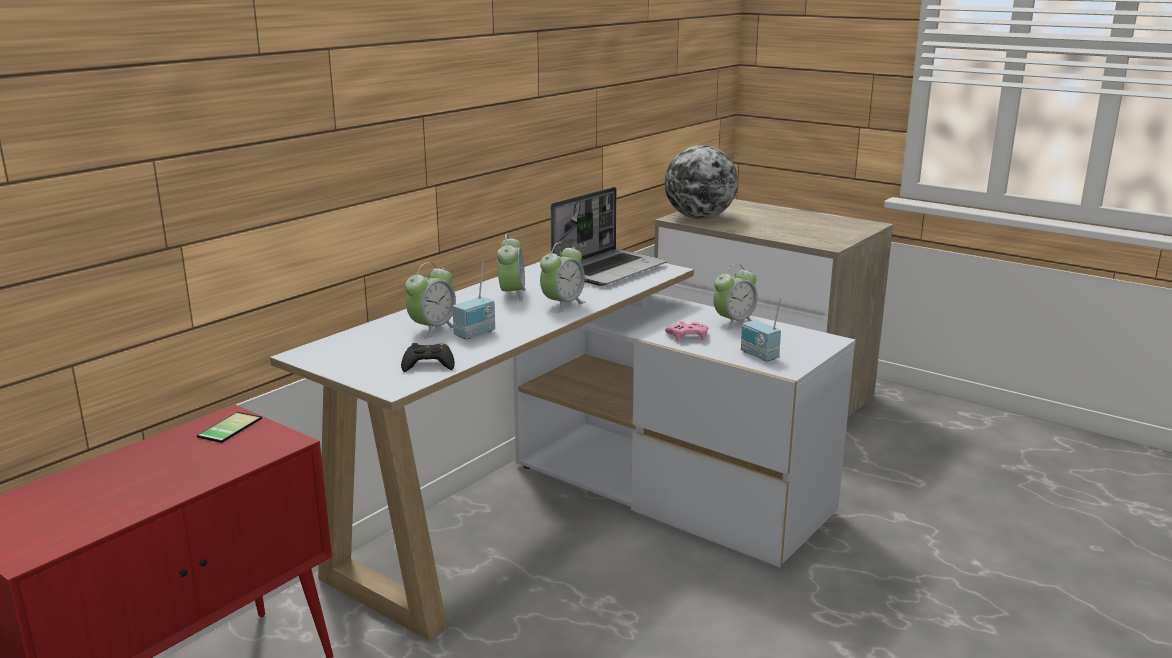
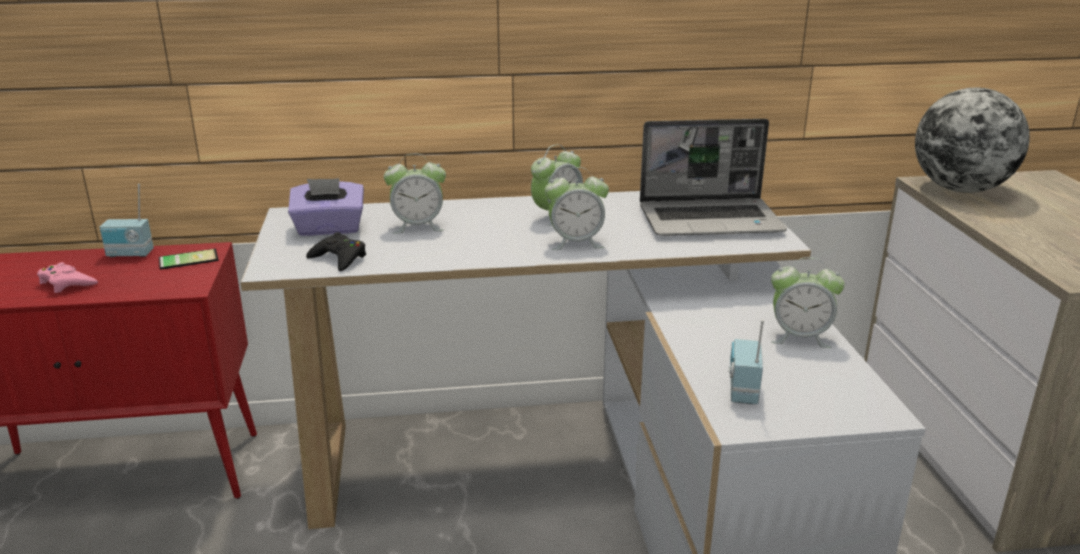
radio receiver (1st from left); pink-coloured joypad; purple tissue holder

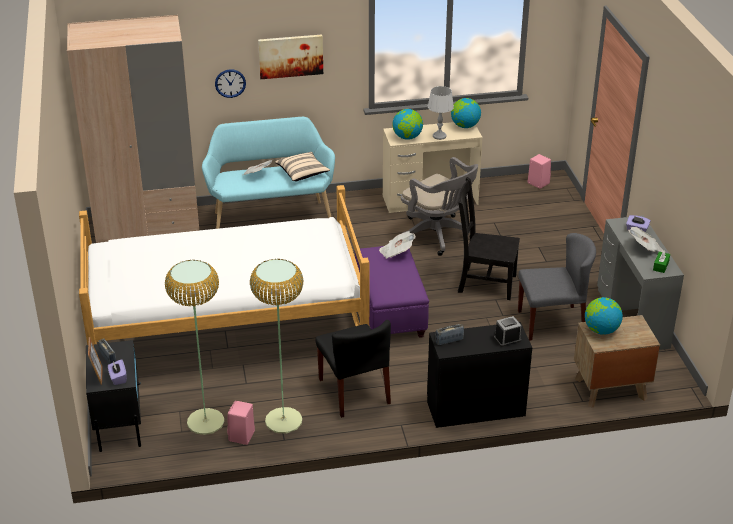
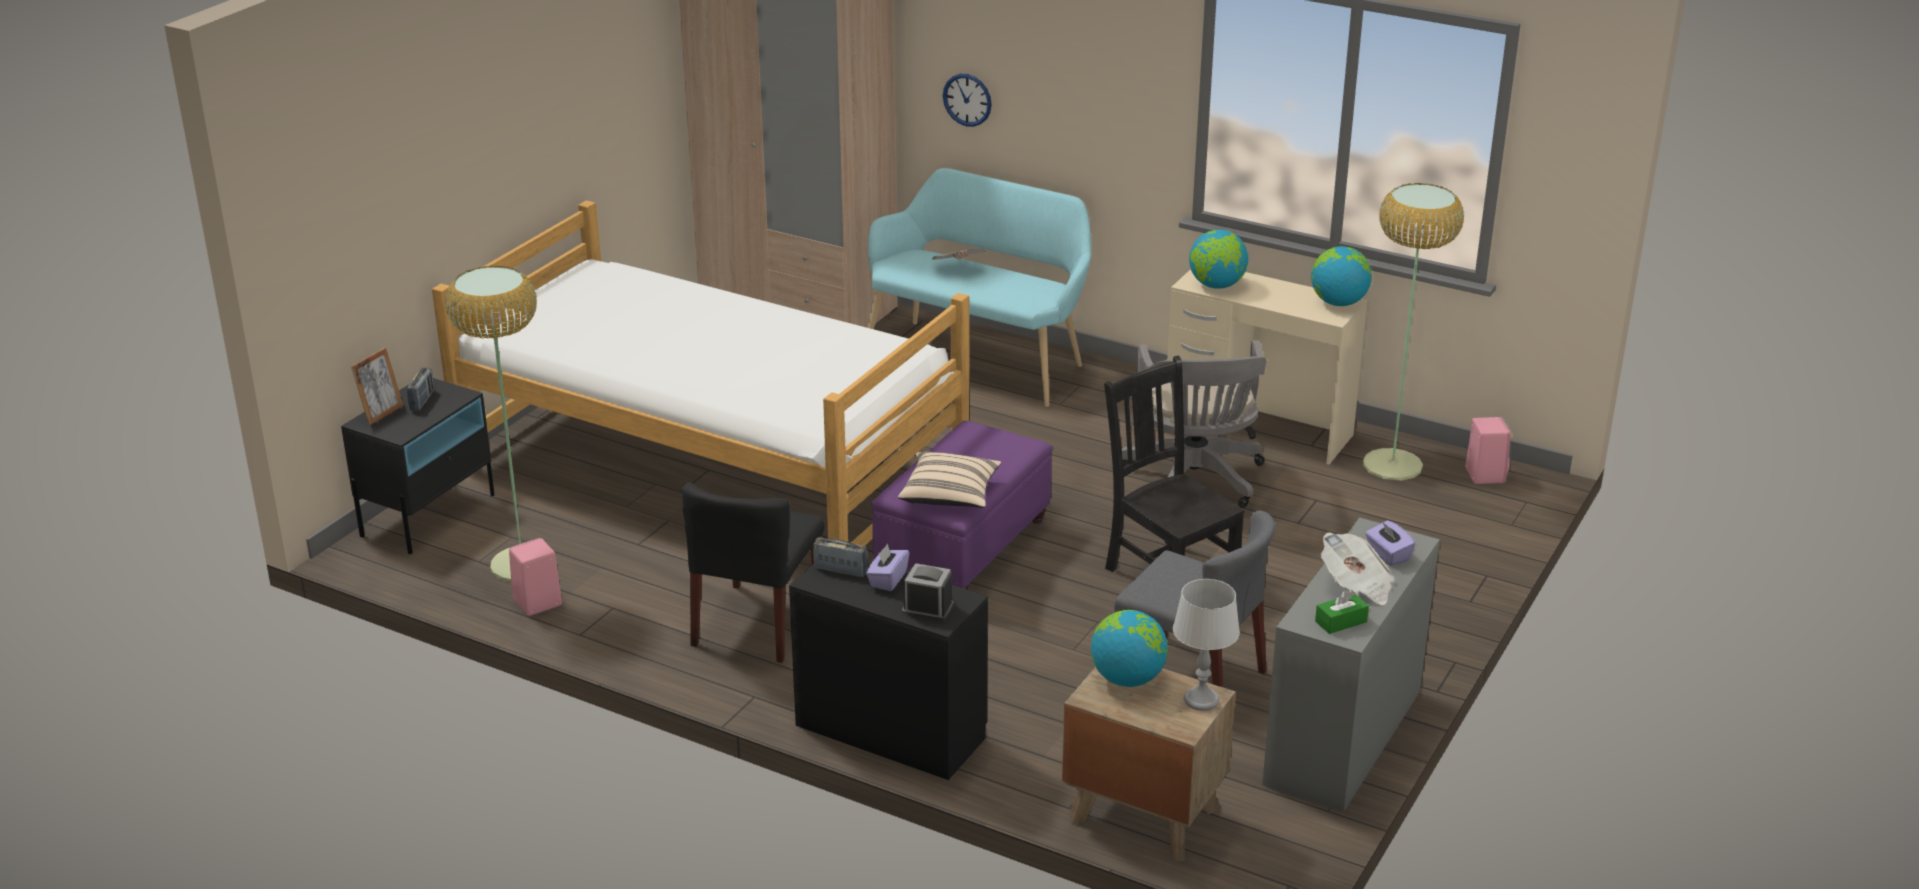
purple tissue holder (1st from left); standard lamp (2nd from left); picture; beige-coloured pillow; newspaper (2nd from left in the first image); gray lamp for a table

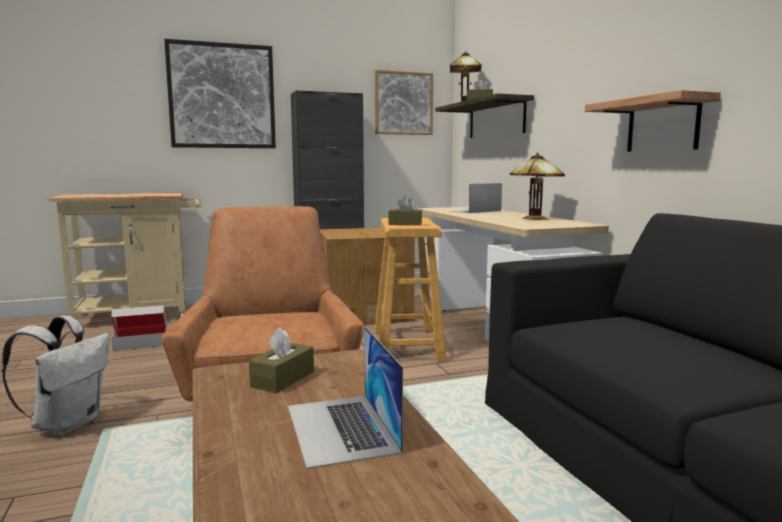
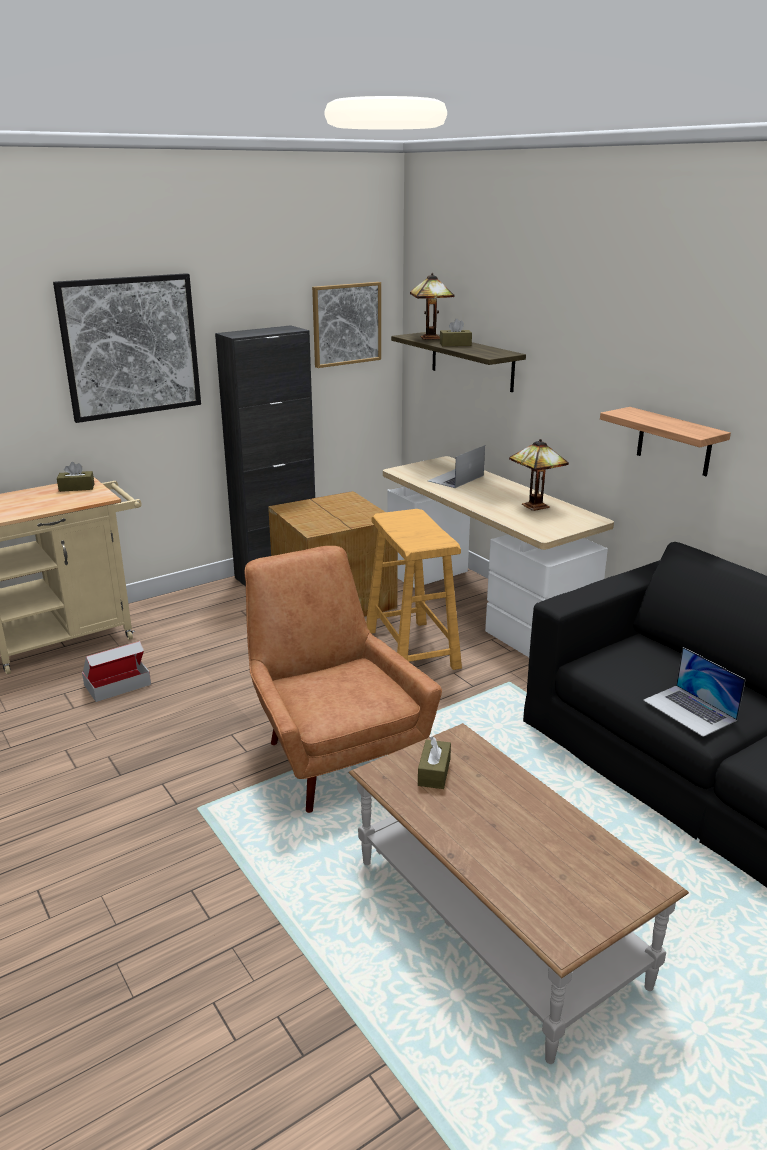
white-coloured backpack; portable computer (2nd from left); brownish tissue holder (1st from left)

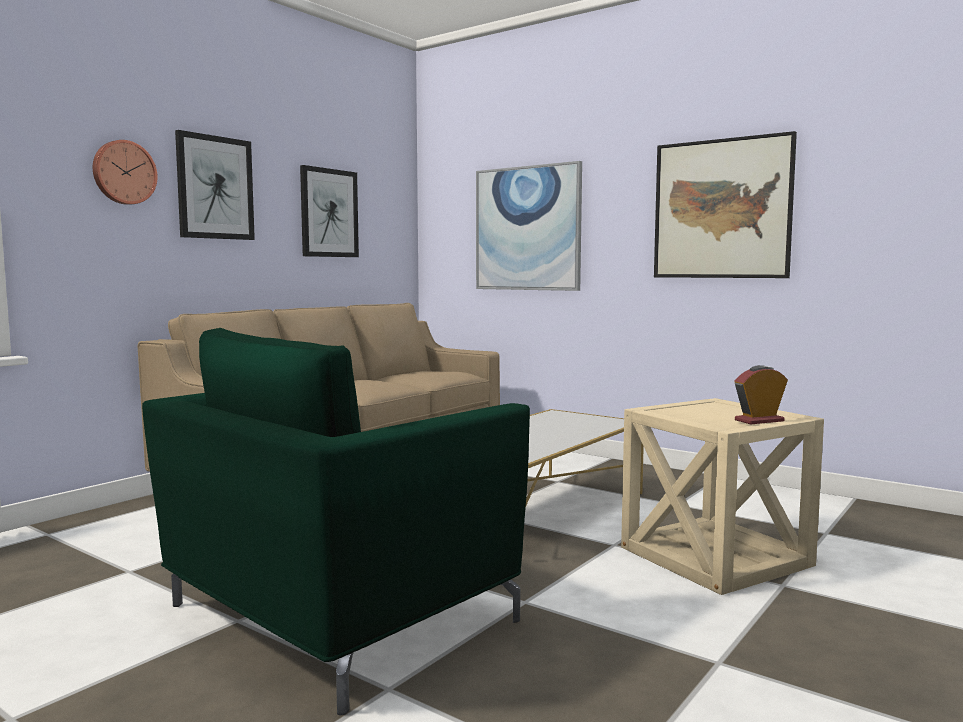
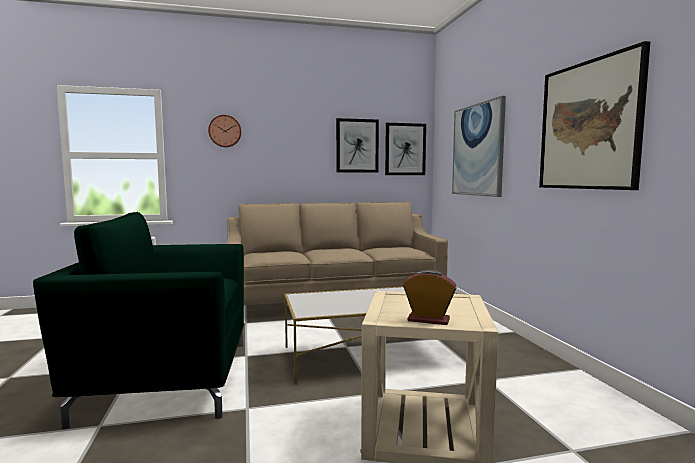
picture (2nd from left)

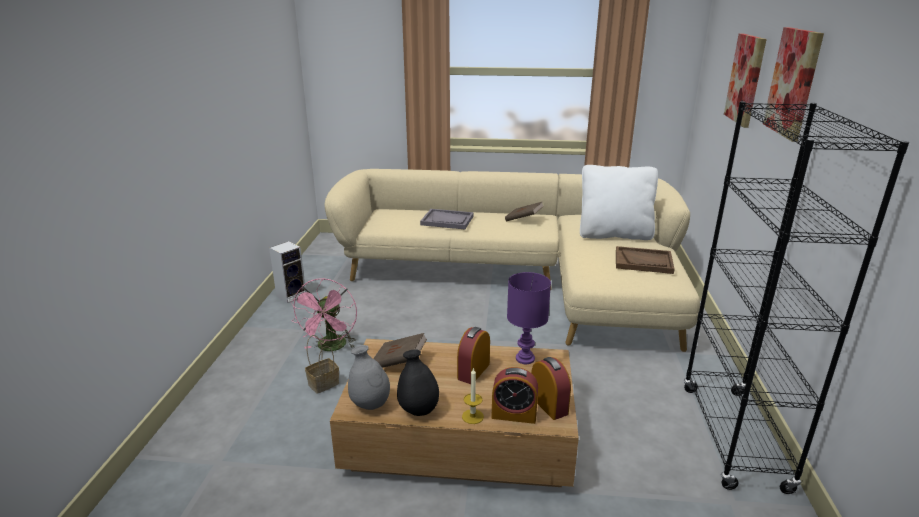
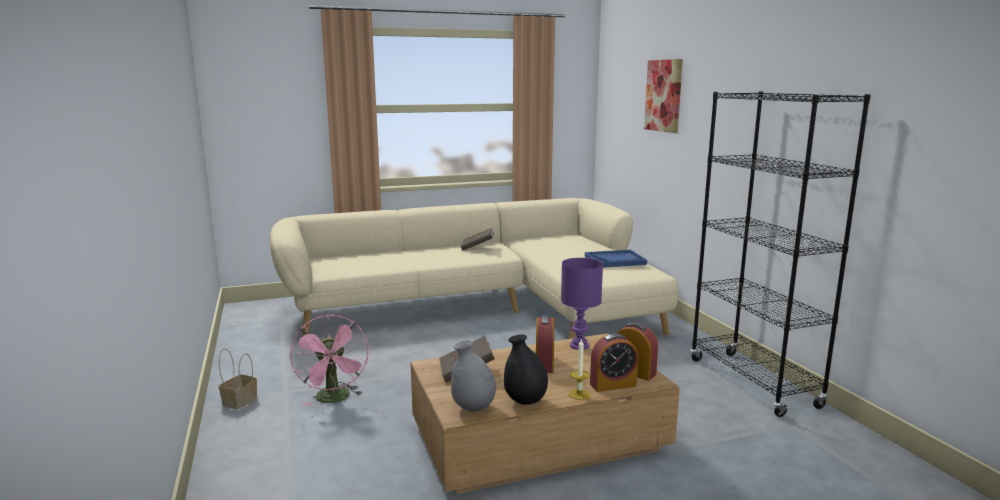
speaker; basket; gray serving tray; white-coloured pillow; blue serving tray; picture (2nd from left in the first image)

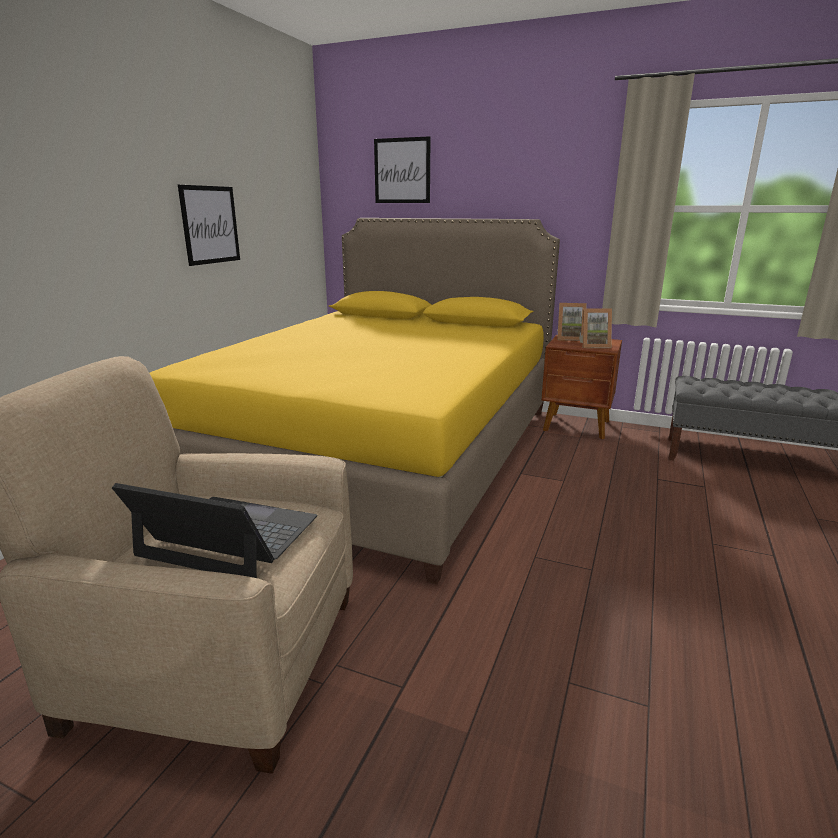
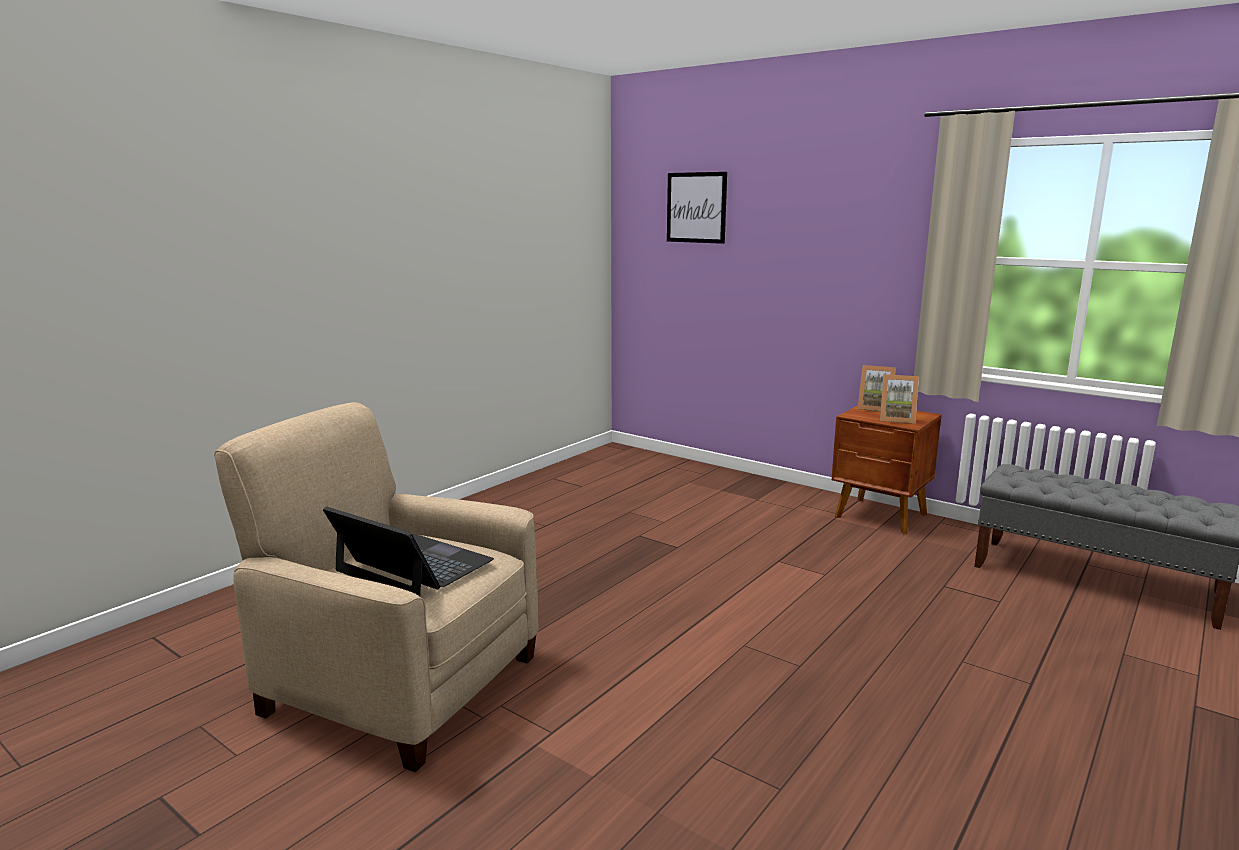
yellow bedroom bed; picture (1st from left in the first image)

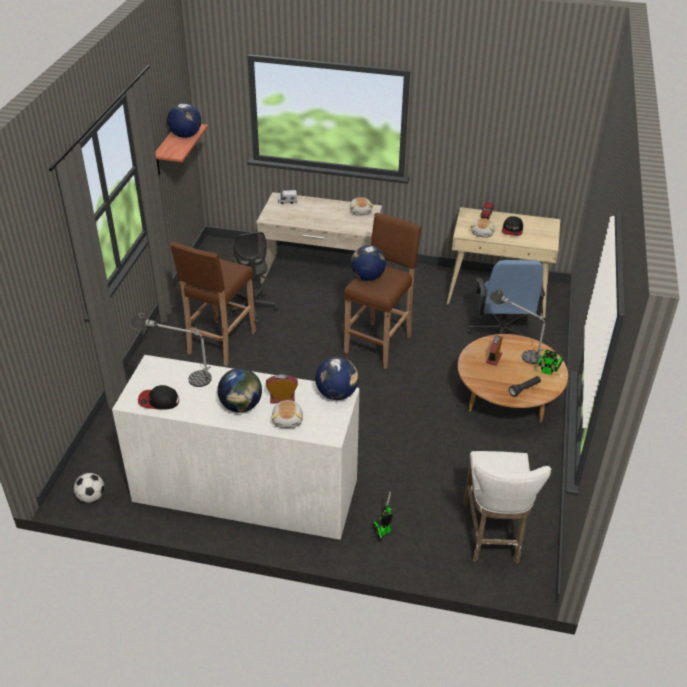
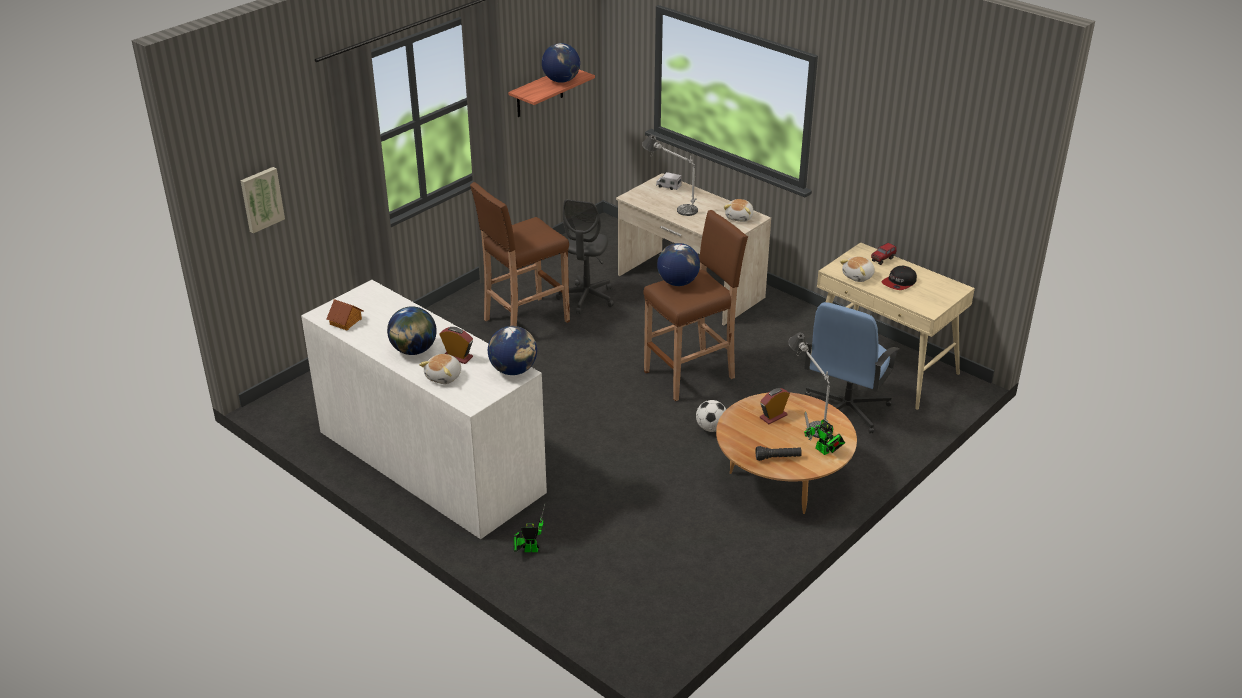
football; lamp for a table (1st from left); toy house; white-coloured stool; picture

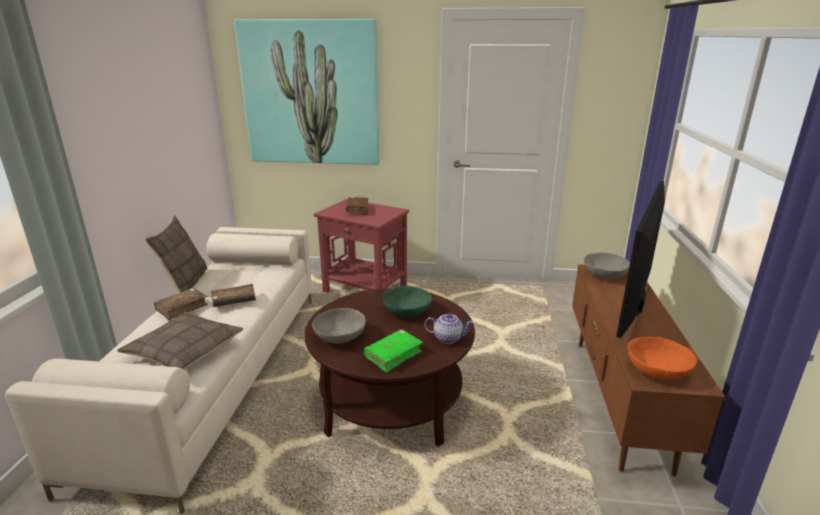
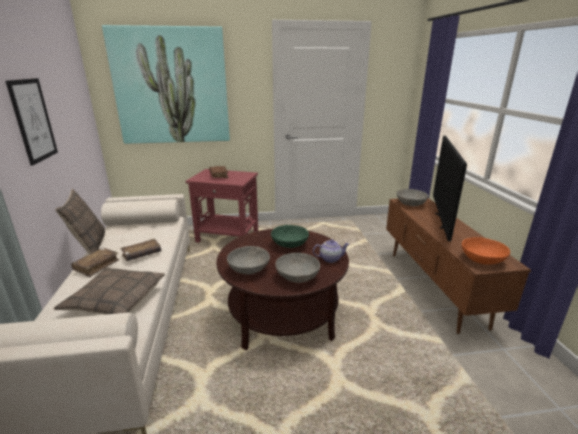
gray bowl (2nd from left); picture (1st from left)

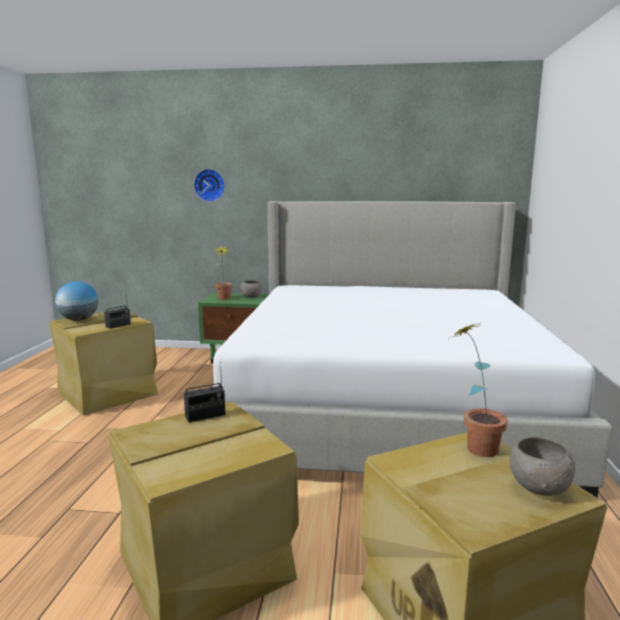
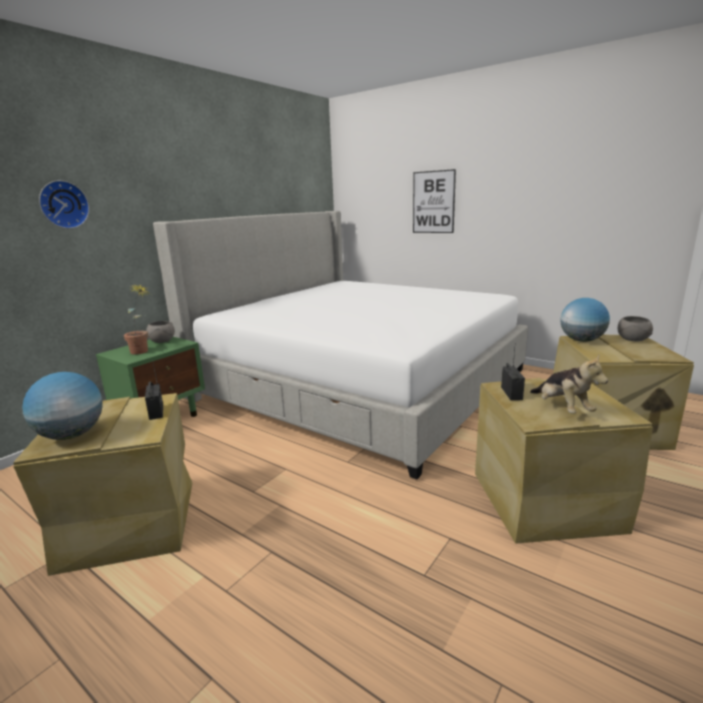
world globe (2nd from left); picture; cuddly toy

